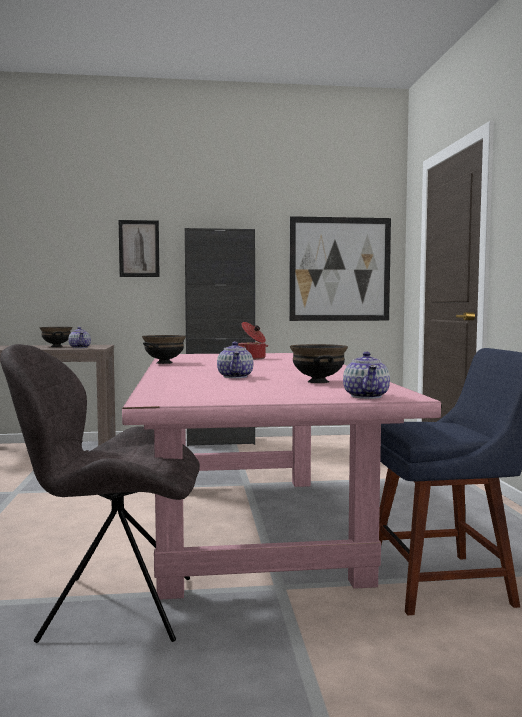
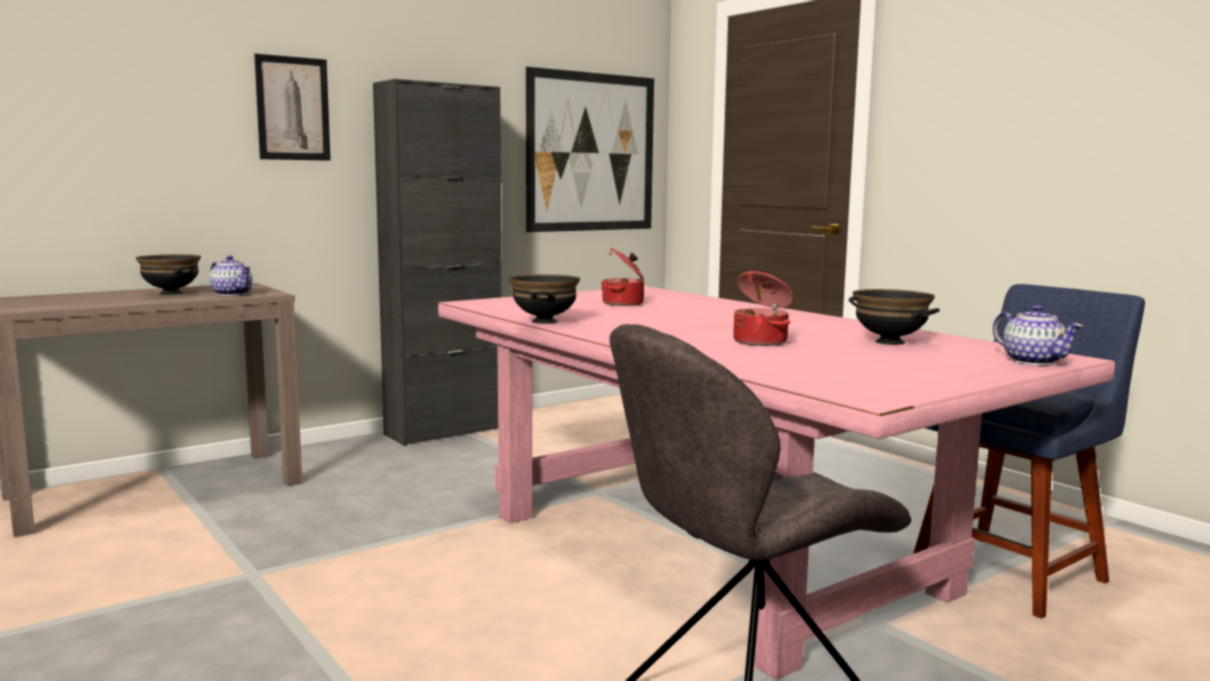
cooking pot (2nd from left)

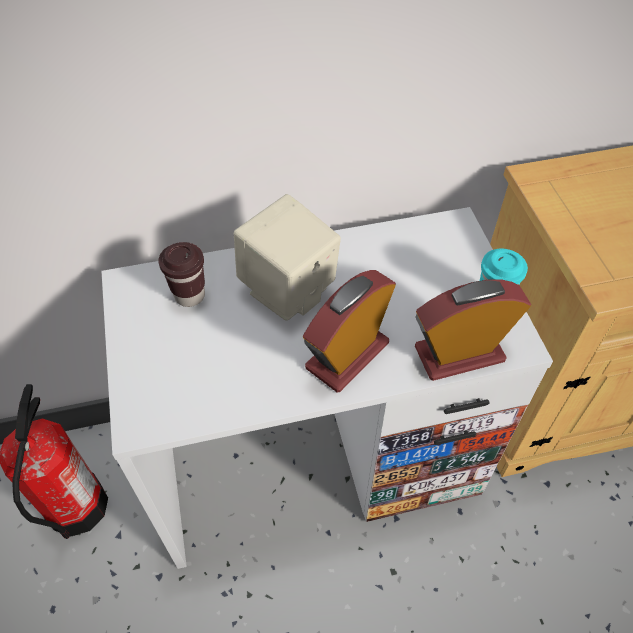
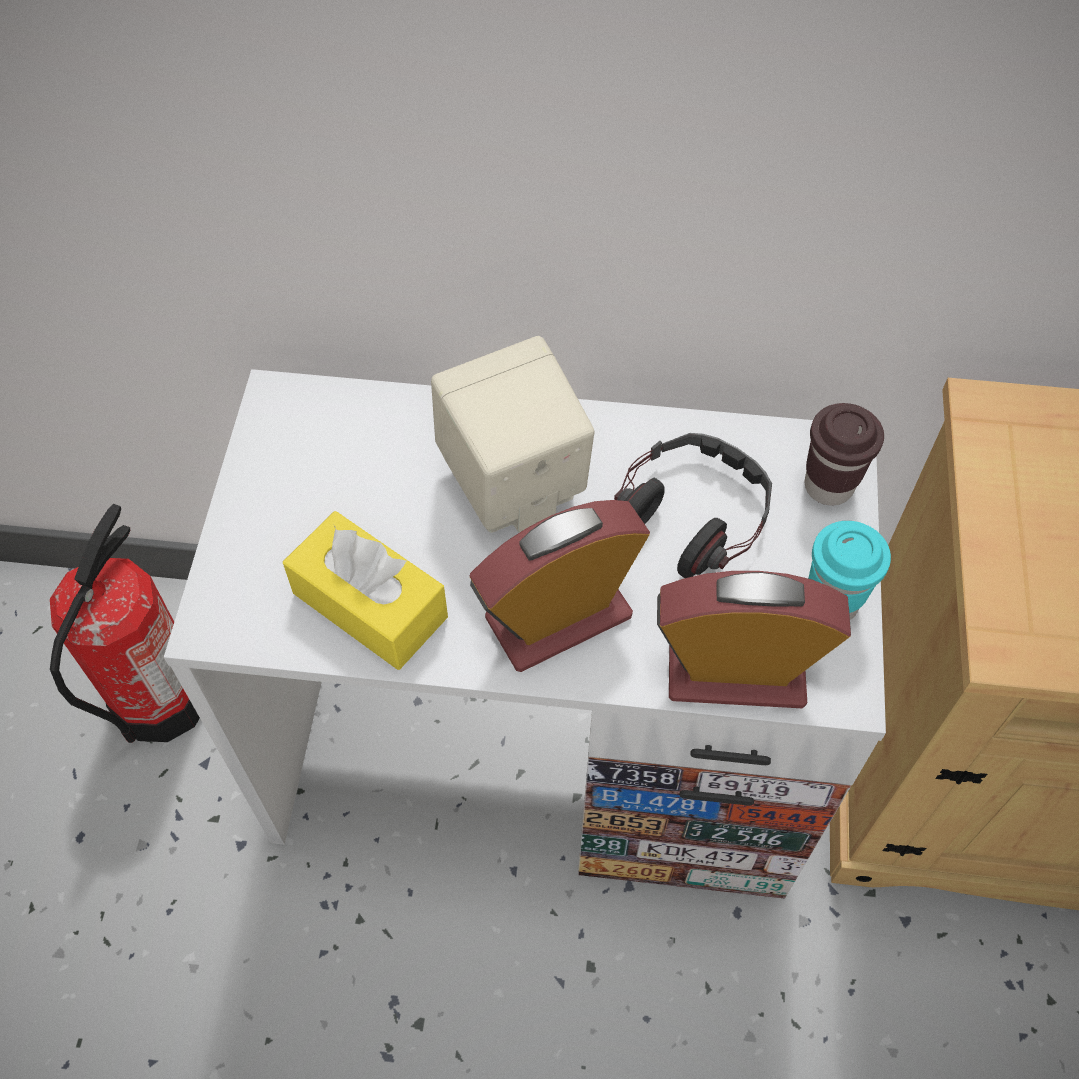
brownish cup; yellow tissue holder; pair of headphones

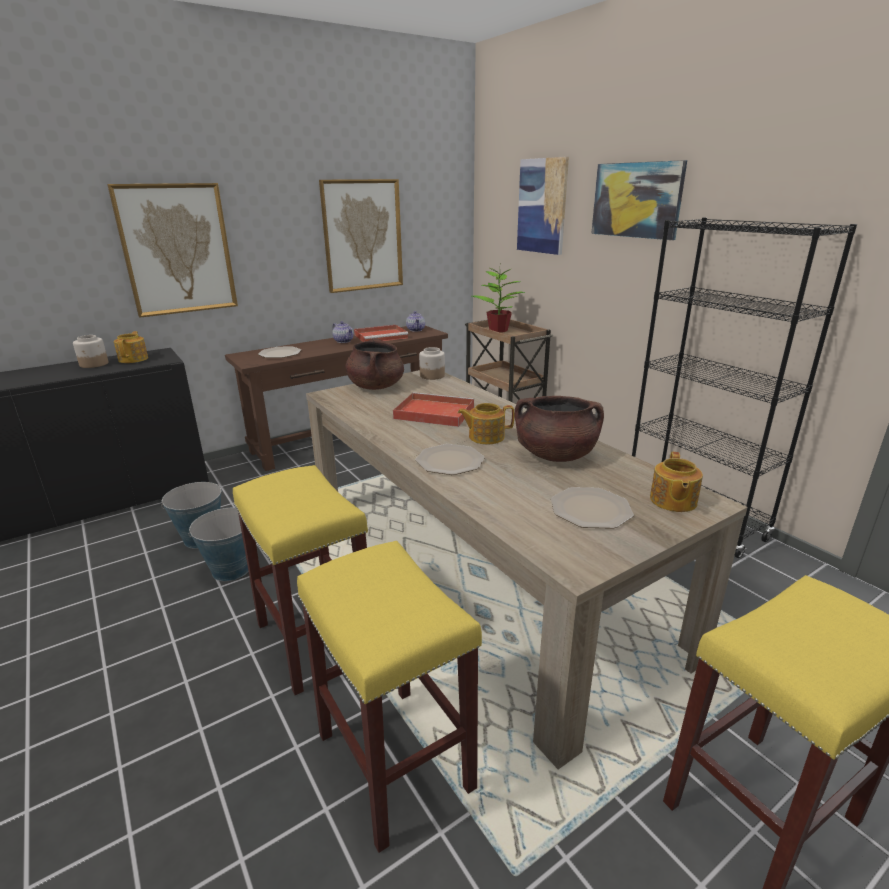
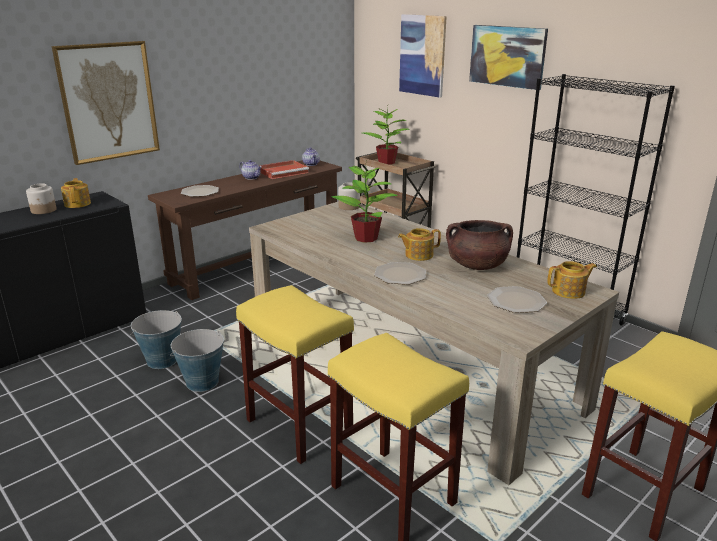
picture (2nd from left in the first image); brownish cooking pot (1st from left in the first image); houseplant (1st from left); pot for tea (5th from left)

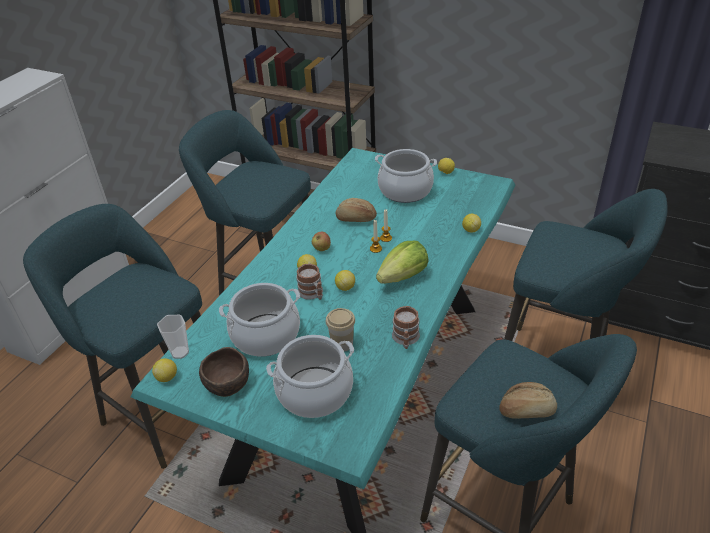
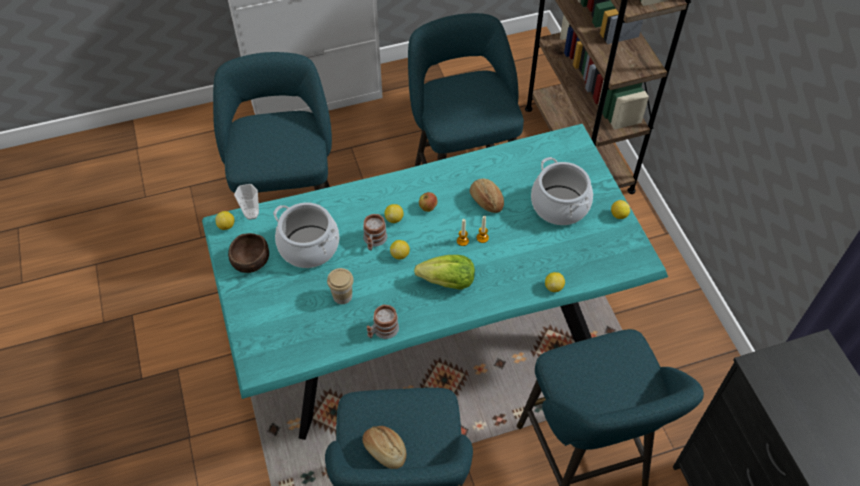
cooking pot (2nd from left in the first image)

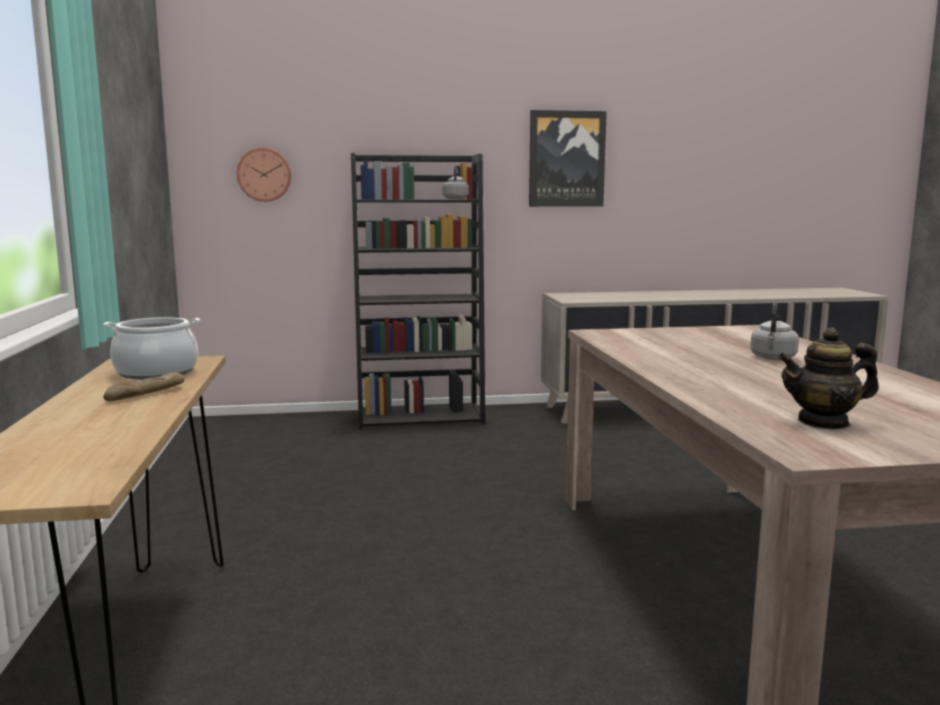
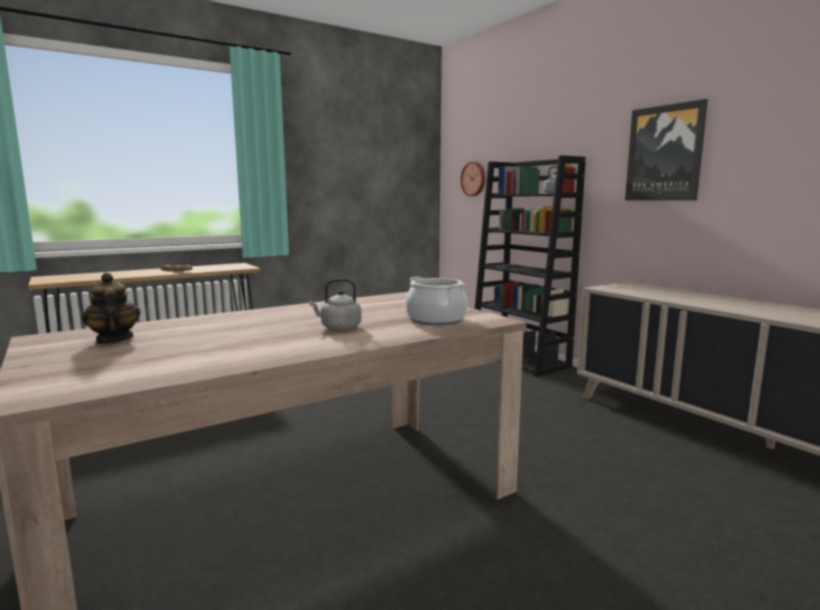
cooking pot

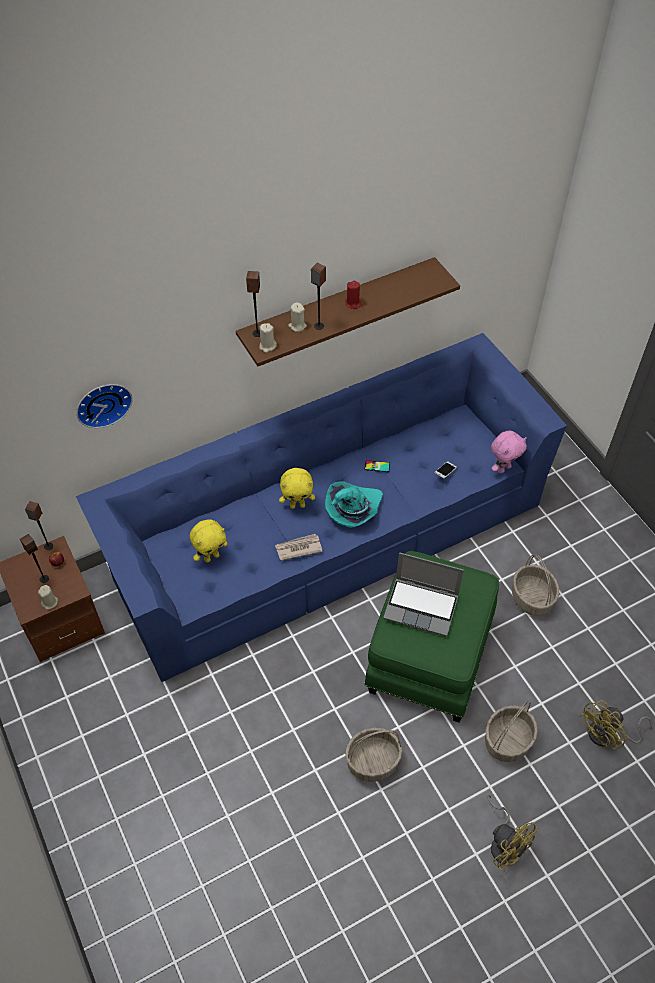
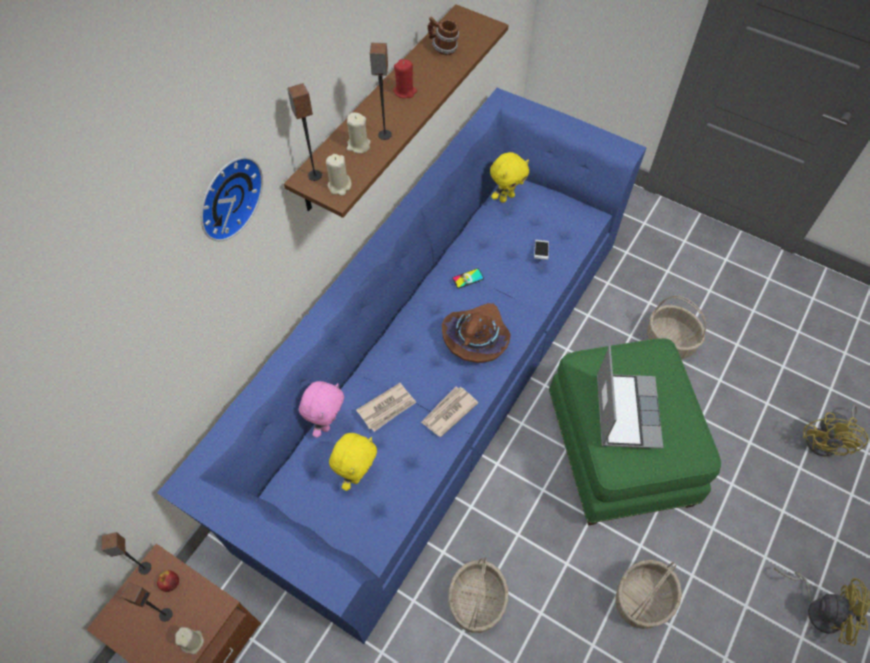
wall clock; yellow cuddly toy (2nd from left); brownish clothing hat; portable computer; basket (1st from left); pink-coloured cuddly toy; newspaper (1st from left); mug

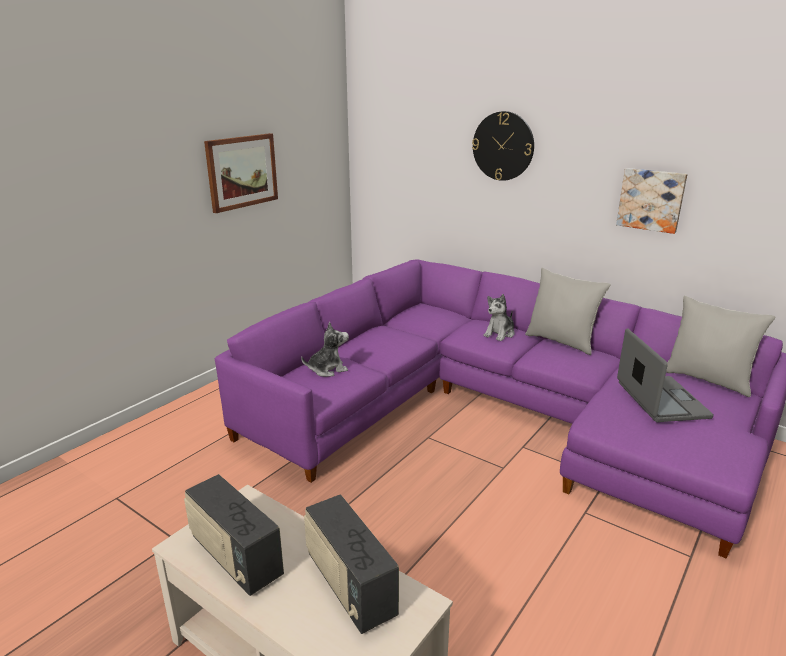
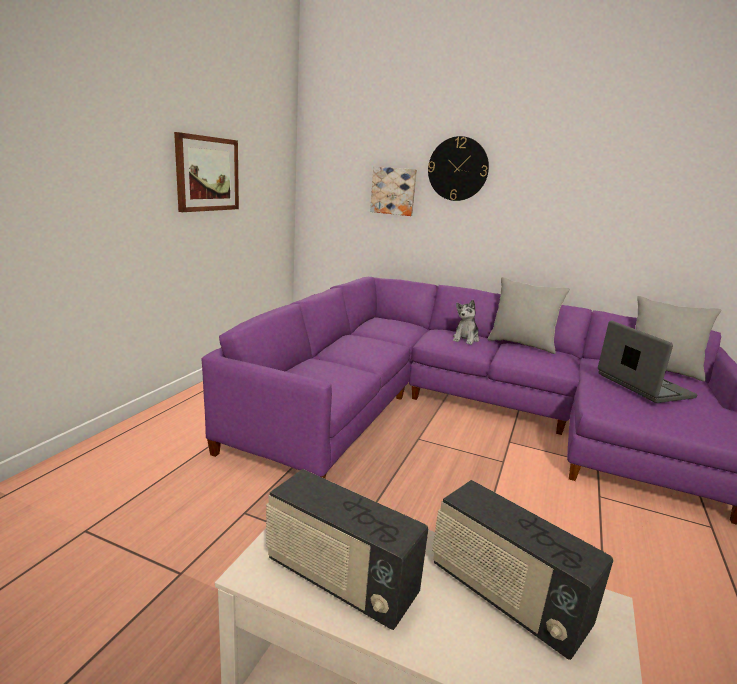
cuddly toy (1st from left in the first image); picture (2nd from left)

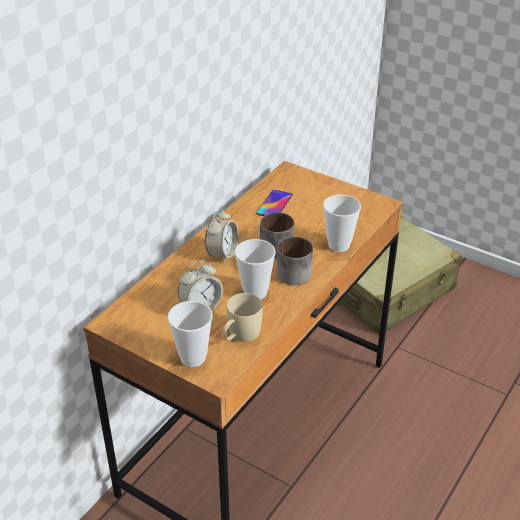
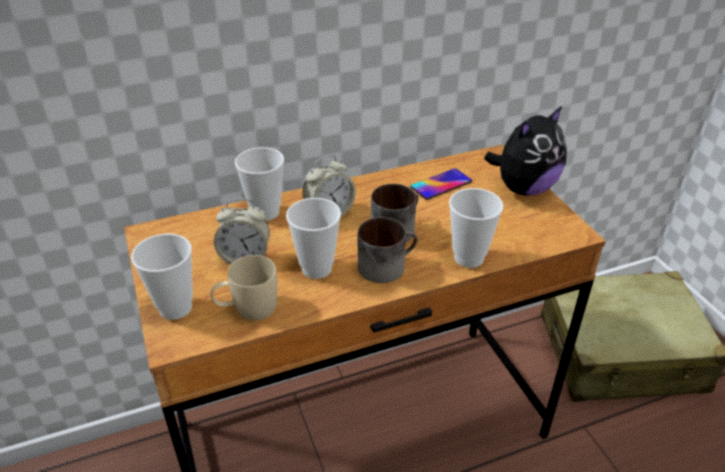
cup (2nd from left); cuddly toy

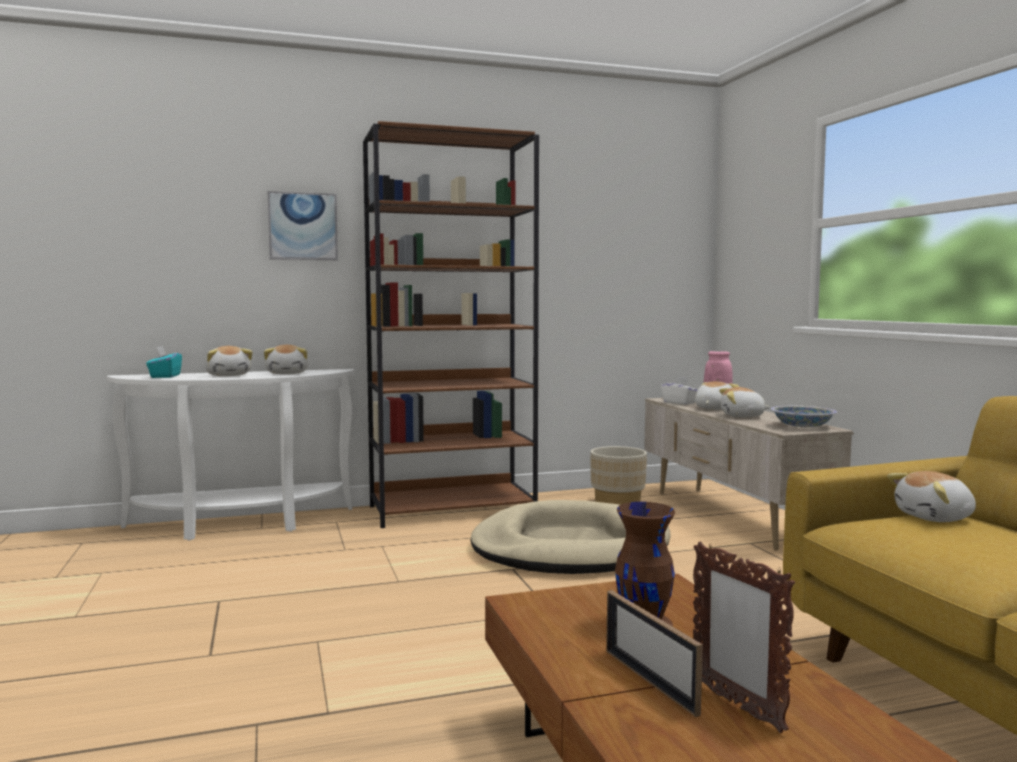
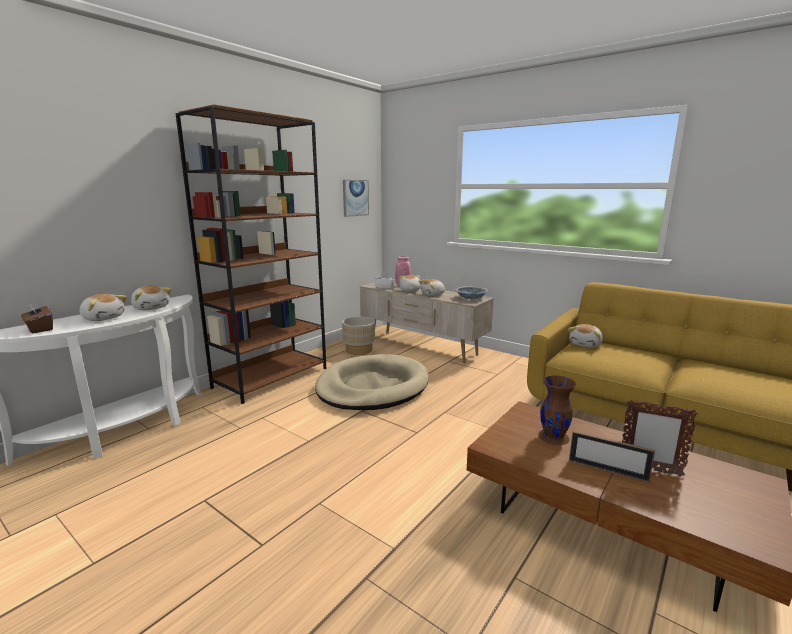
brownish tissue holder; picture

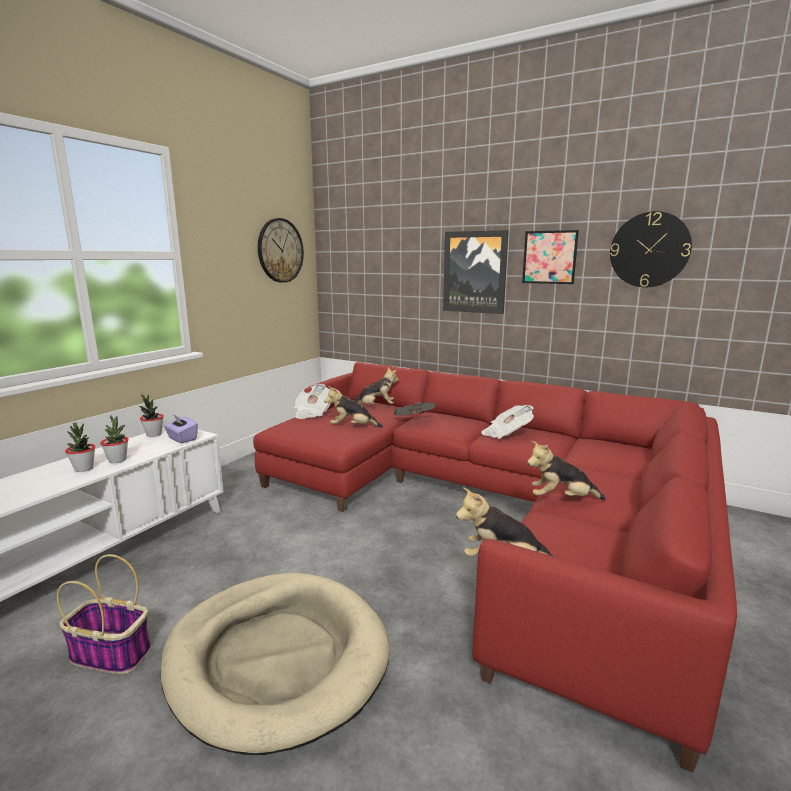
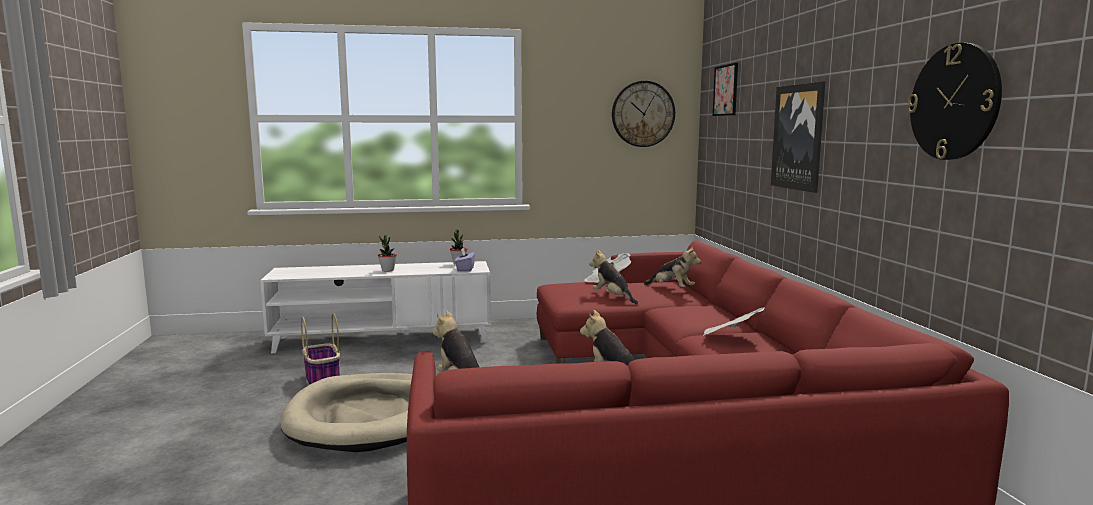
houseplant (2nd from left in the first image); newspaper (2nd from left in the first image); picture (1st from left)

